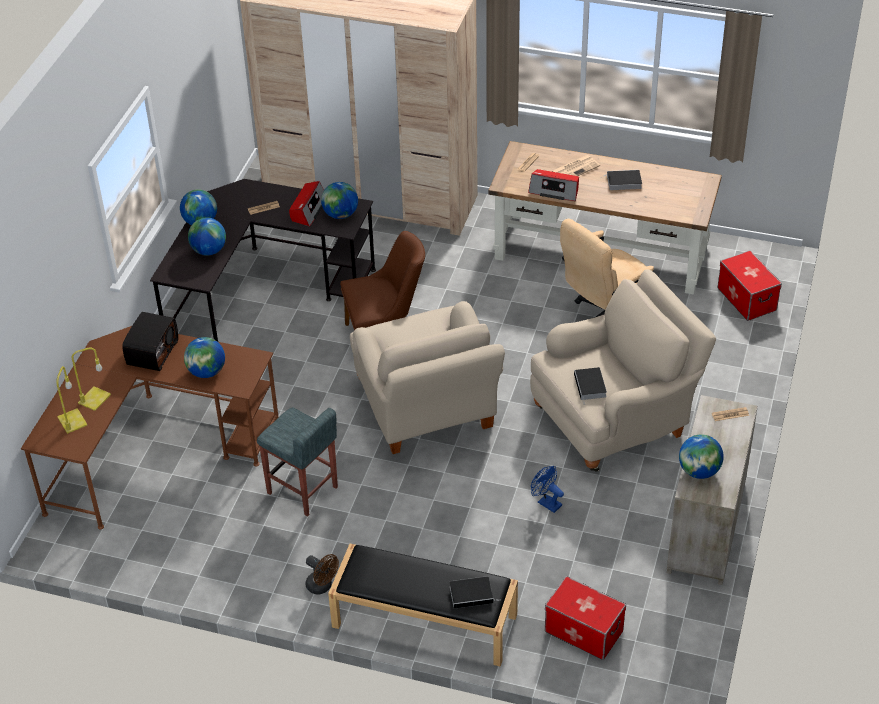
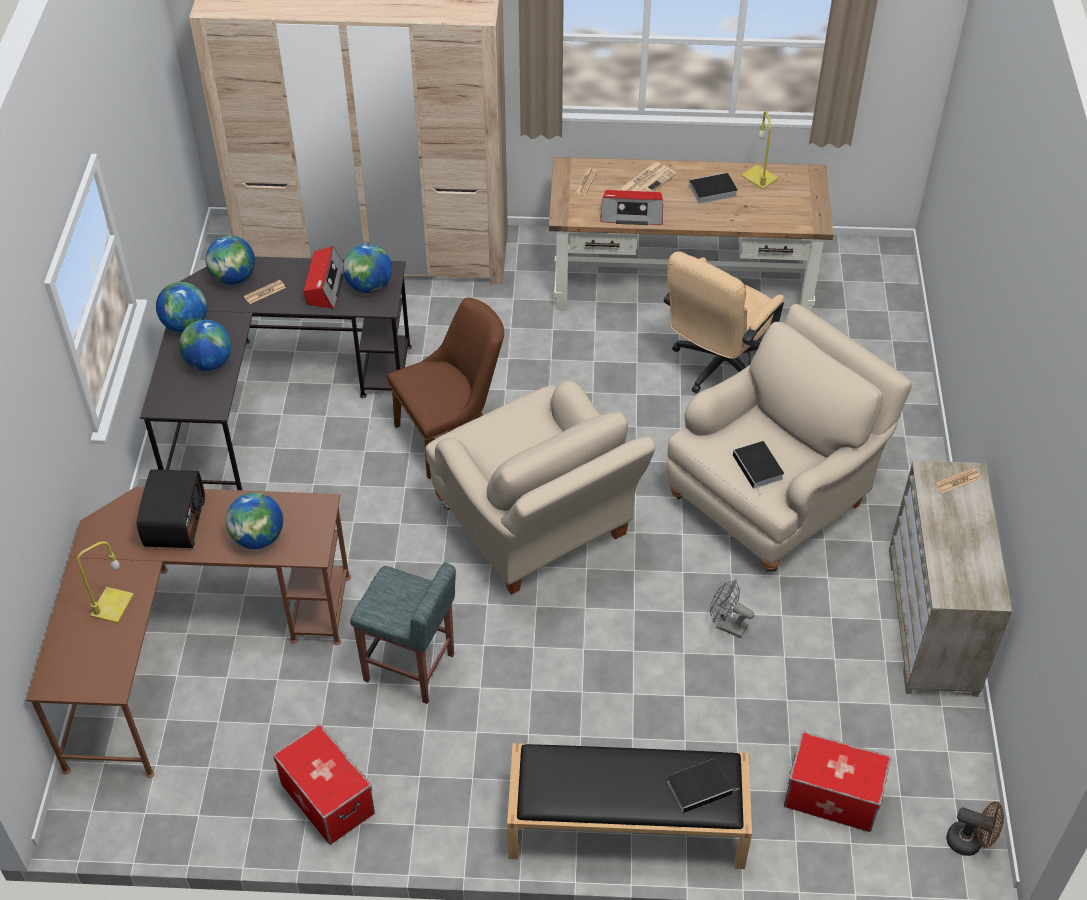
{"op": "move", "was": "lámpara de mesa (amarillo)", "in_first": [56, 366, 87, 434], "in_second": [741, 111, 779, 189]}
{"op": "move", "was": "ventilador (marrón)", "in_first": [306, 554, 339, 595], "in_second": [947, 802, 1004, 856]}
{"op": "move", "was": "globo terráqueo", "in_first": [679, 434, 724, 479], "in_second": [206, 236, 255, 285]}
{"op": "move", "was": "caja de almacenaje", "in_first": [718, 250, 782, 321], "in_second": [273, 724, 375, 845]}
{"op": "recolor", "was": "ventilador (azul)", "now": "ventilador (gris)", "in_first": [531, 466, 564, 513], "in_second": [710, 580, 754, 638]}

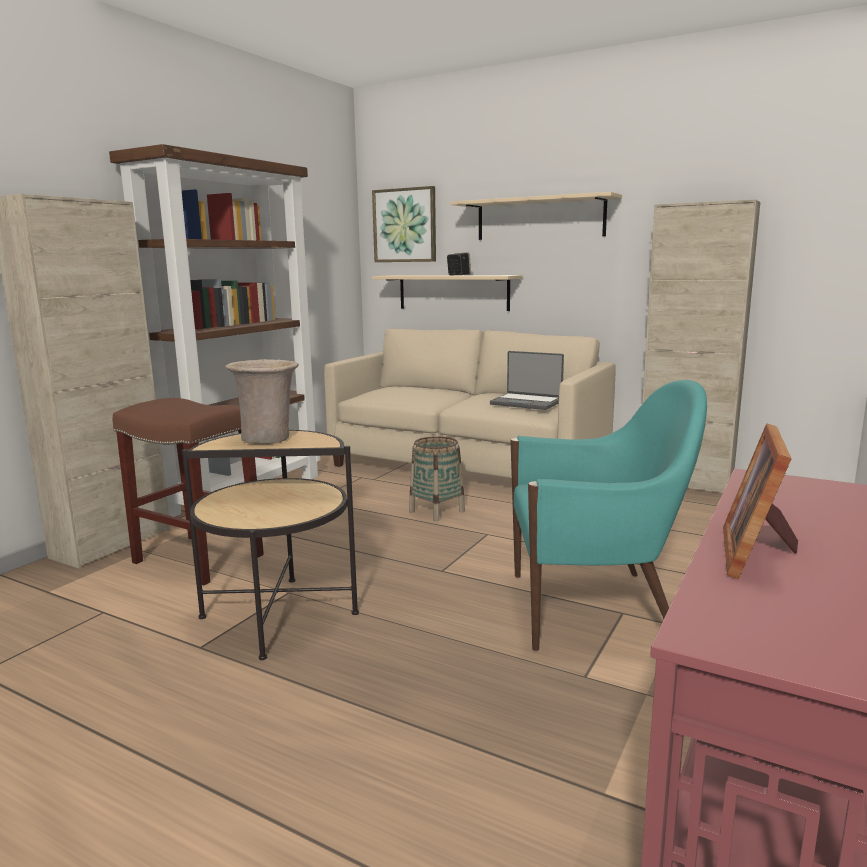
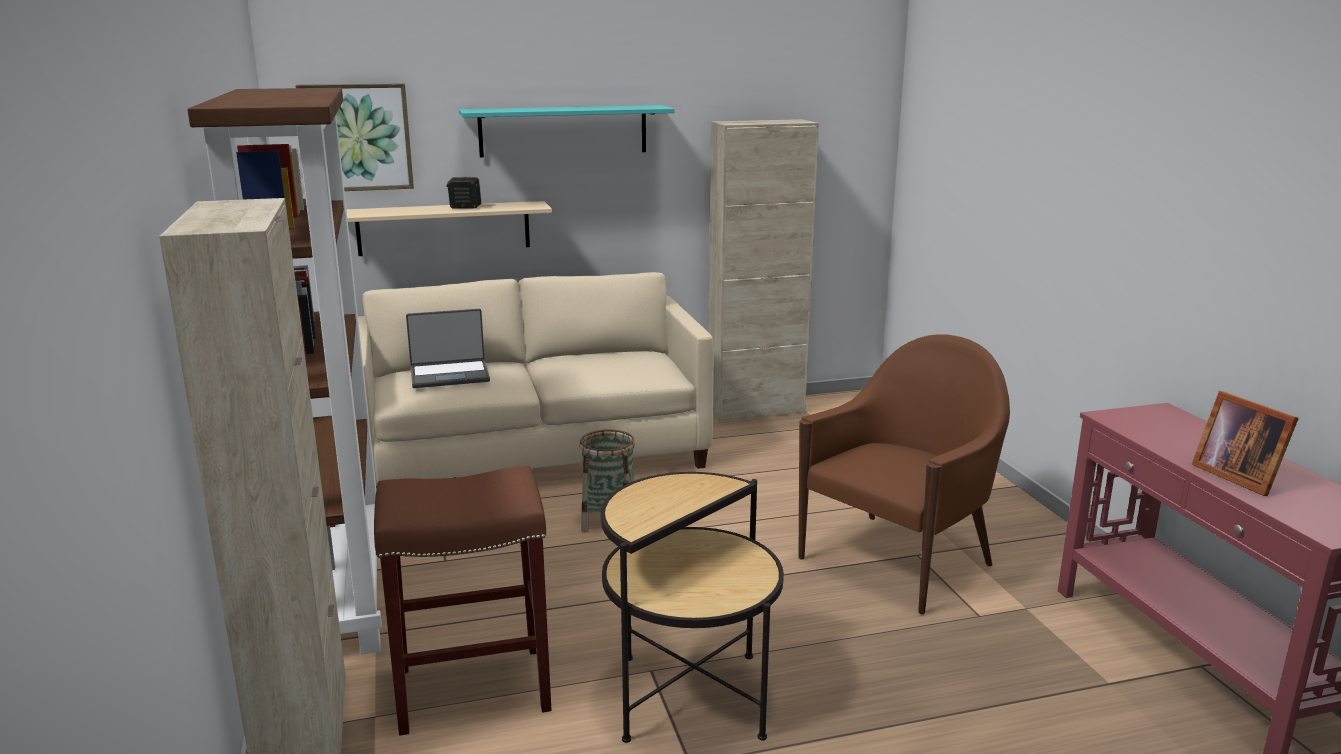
{"op": "delete", "was": "florero (beis)", "in_first": [225, 359, 299, 444]}
{"op": "move", "was": "portátil", "in_first": [490, 351, 564, 410], "in_second": [406, 309, 490, 388]}
{"op": "recolor", "was": "estante (beis)", "now": "estante (turquesa)", "in_first": [450, 192, 622, 240], "in_second": [459, 105, 674, 158]}
{"op": "recolor", "was": "sillón (turquesa)", "now": "sillón (marrón)", "in_first": [510, 380, 707, 651], "in_second": [798, 334, 1010, 615]}

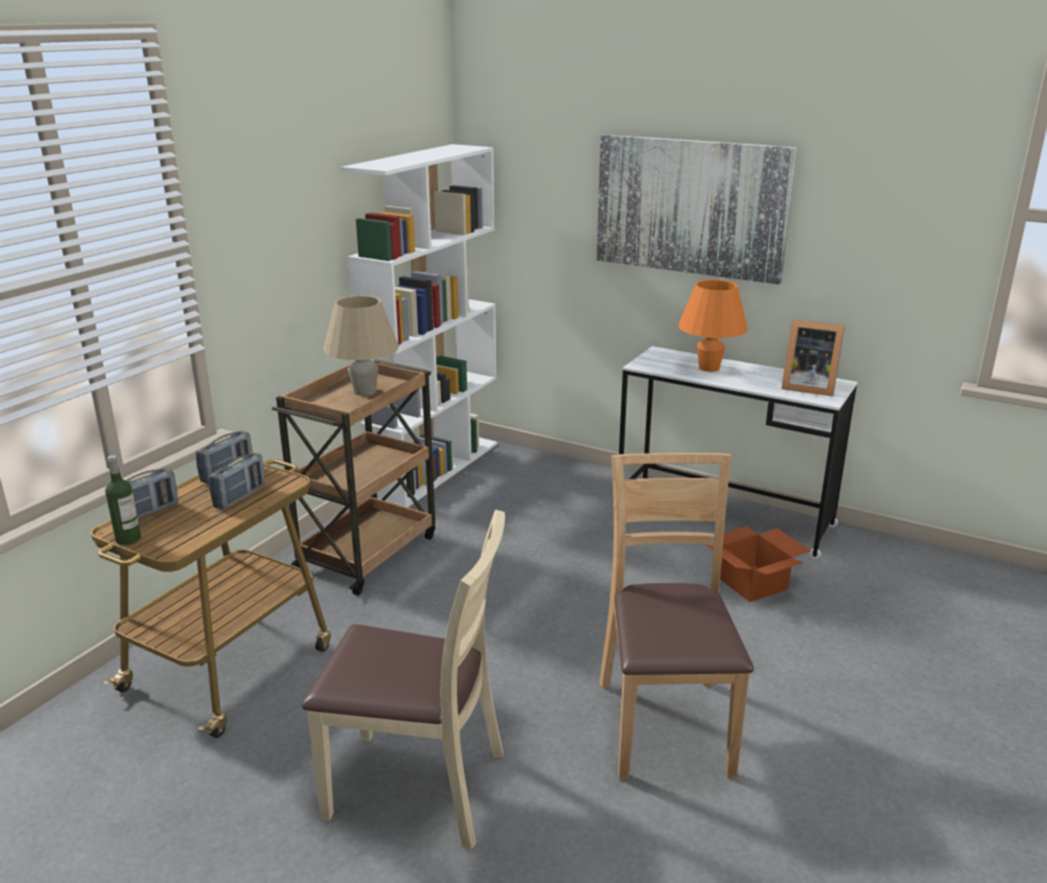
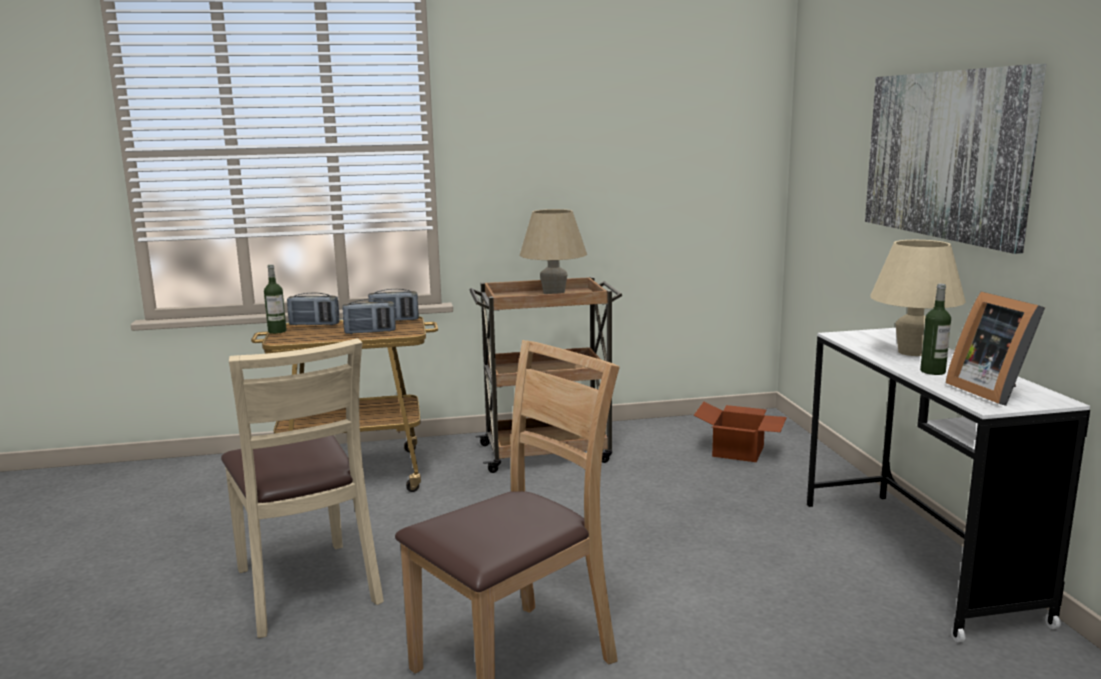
{"op": "delete", "was": "estantería (blanco)", "in_first": [340, 144, 497, 507]}
{"op": "insert", "now": "botella", "in_second": [920, 284, 951, 375]}
{"op": "move", "was": "caja de cartón", "in_first": [706, 526, 811, 602], "in_second": [694, 402, 787, 462]}
{"op": "recolor", "was": "lámpara de mesa (naranja)", "now": "lámpara de mesa (beis)", "in_first": [678, 279, 748, 372], "in_second": [870, 240, 966, 356]}

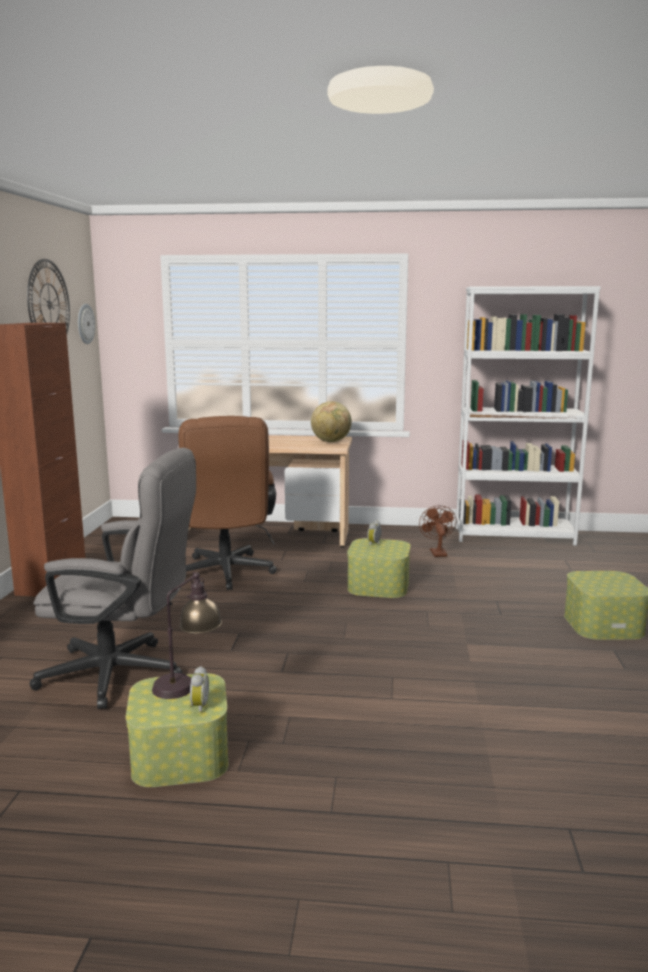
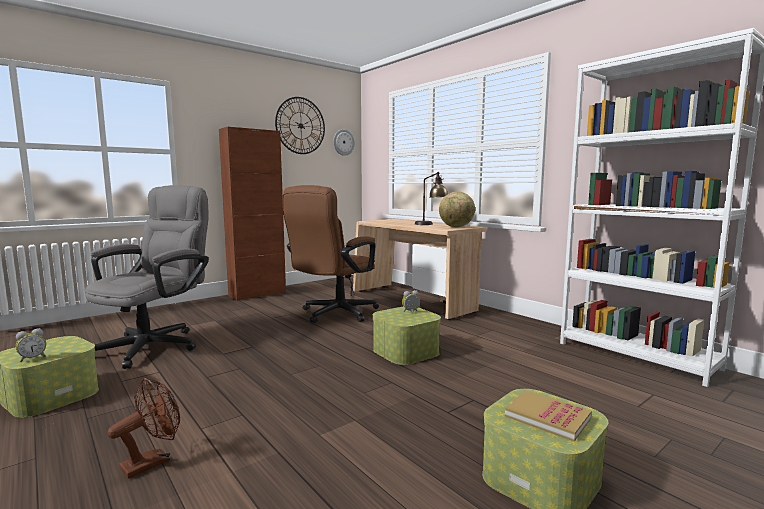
{"op": "insert", "now": "libro", "in_second": [505, 390, 592, 442]}
{"op": "move", "was": "lámpara de mesa", "in_first": [152, 571, 222, 699], "in_second": [415, 172, 448, 225]}
{"op": "move", "was": "ventilador (marrón)", "in_first": [419, 506, 456, 557], "in_second": [107, 378, 180, 479]}
{"op": "rotate", "was": "silla de oficina (gris)", "in_first": [30, 448, 196, 709], "in_second": [85, 185, 209, 369], "clockwise": -120}

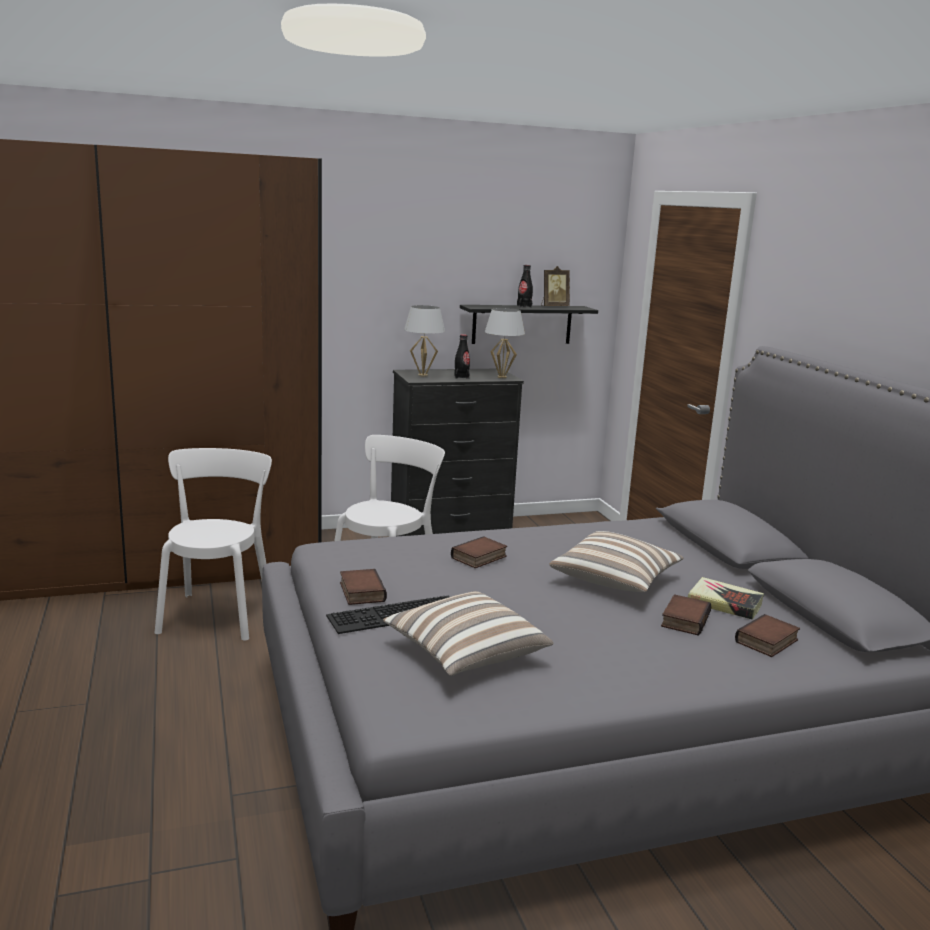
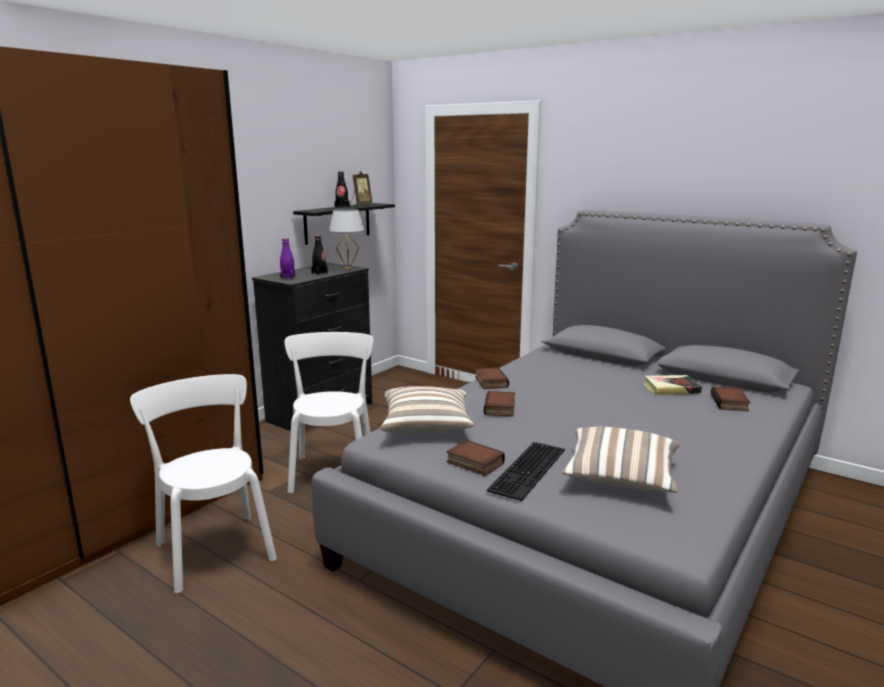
{"op": "move", "was": "cojín", "in_first": [549, 531, 684, 592], "in_second": [380, 386, 474, 434]}
{"op": "move", "was": "libro", "in_first": [661, 594, 711, 636], "in_second": [475, 367, 509, 389]}
{"op": "replace", "was": "lámpara de mesa (blanco)", "now": "botella (morado)", "in_first": [404, 305, 445, 377], "in_second": [280, 238, 296, 279]}

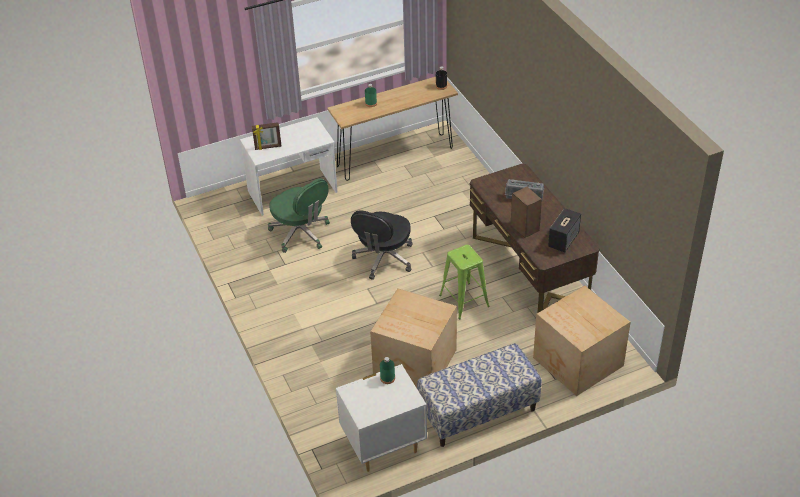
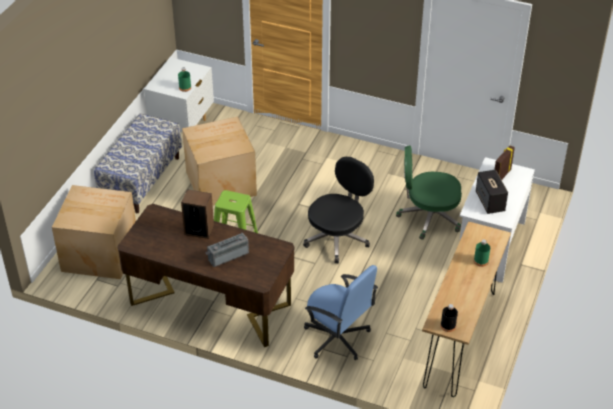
{"op": "insert", "now": "silla de oficina (azul)", "in_second": [304, 265, 378, 360]}
{"op": "move", "was": "altavoz", "in_first": [548, 208, 581, 252], "in_second": [476, 170, 508, 214]}
{"op": "rotate", "was": "silla de oficina (negro)", "in_first": [351, 211, 413, 280], "in_second": [303, 157, 374, 264], "clockwise": 60}

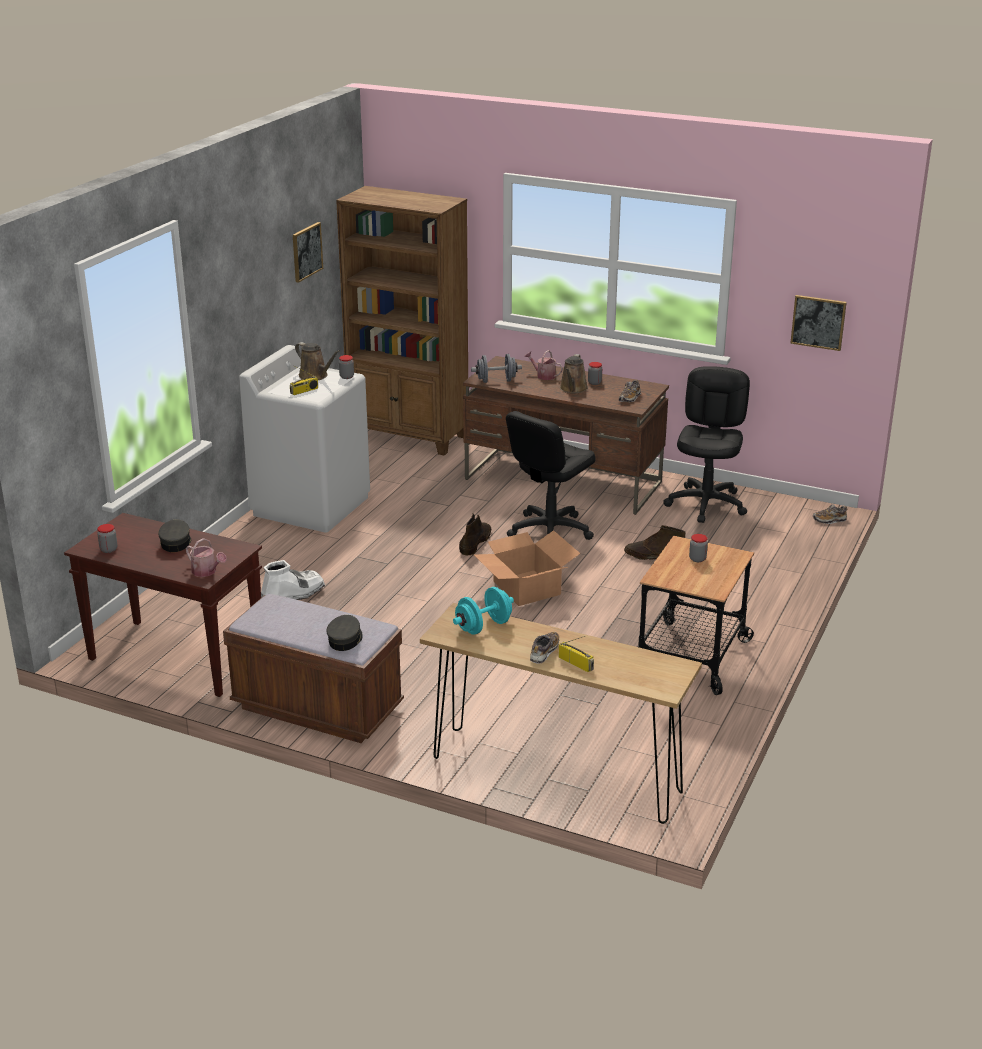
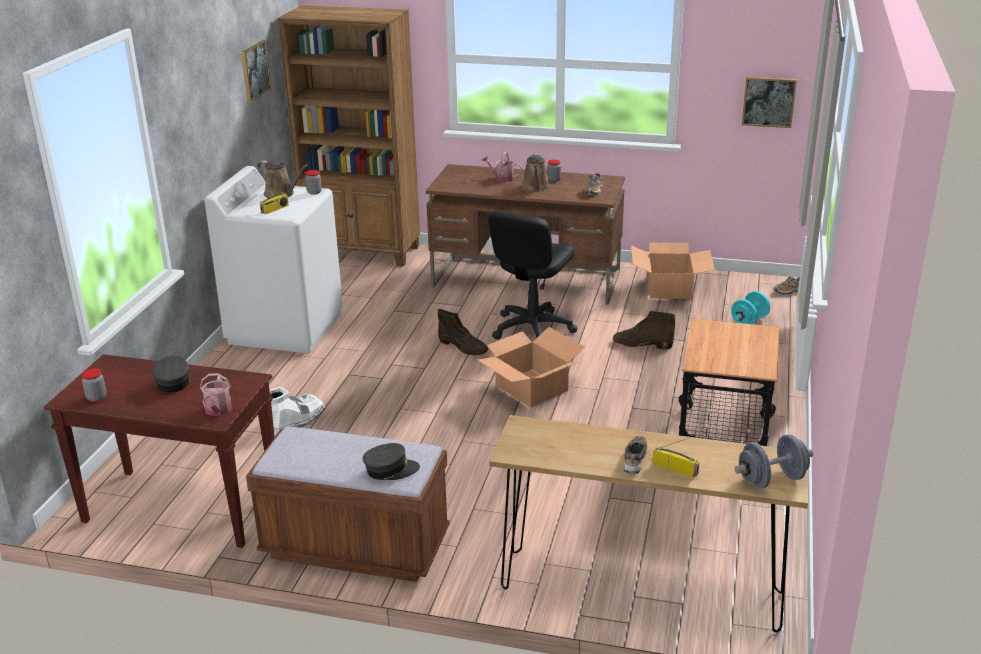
{"op": "delete", "was": "tarro", "in_first": [689, 534, 708, 562]}
{"op": "move", "was": "mancuerna (turquesa)", "in_first": [453, 587, 514, 635], "in_second": [731, 291, 770, 324]}
{"op": "move", "was": "mancuerna (gris)", "in_first": [471, 354, 522, 383], "in_second": [735, 434, 813, 489]}
{"op": "replace", "was": "silla de oficina (negro)", "now": "caja de cartón", "in_first": [663, 366, 750, 523], "in_second": [631, 242, 715, 299]}
{"op": "rotate", "was": "regadera", "in_first": [186, 538, 227, 577], "in_second": [200, 373, 232, 416], "clockwise": 60}
{"op": "rotate", "was": "gorra (gris)", "in_first": [326, 615, 363, 651], "in_second": [363, 443, 420, 480], "clockwise": 75}
{"op": "rotate", "was": "bota (marrón)", "in_first": [459, 513, 491, 555], "in_second": [438, 309, 488, 355], "clockwise": 120}

